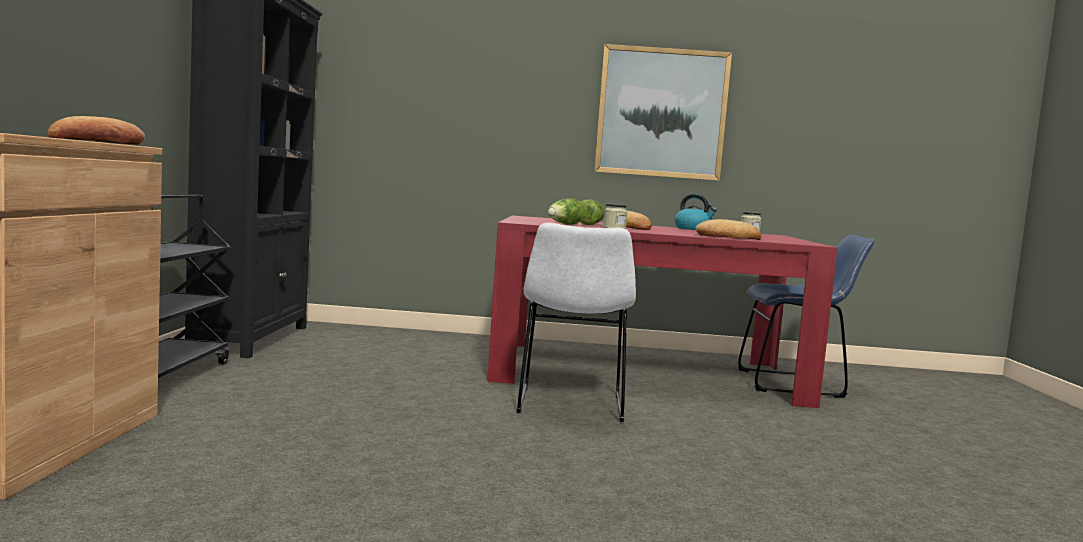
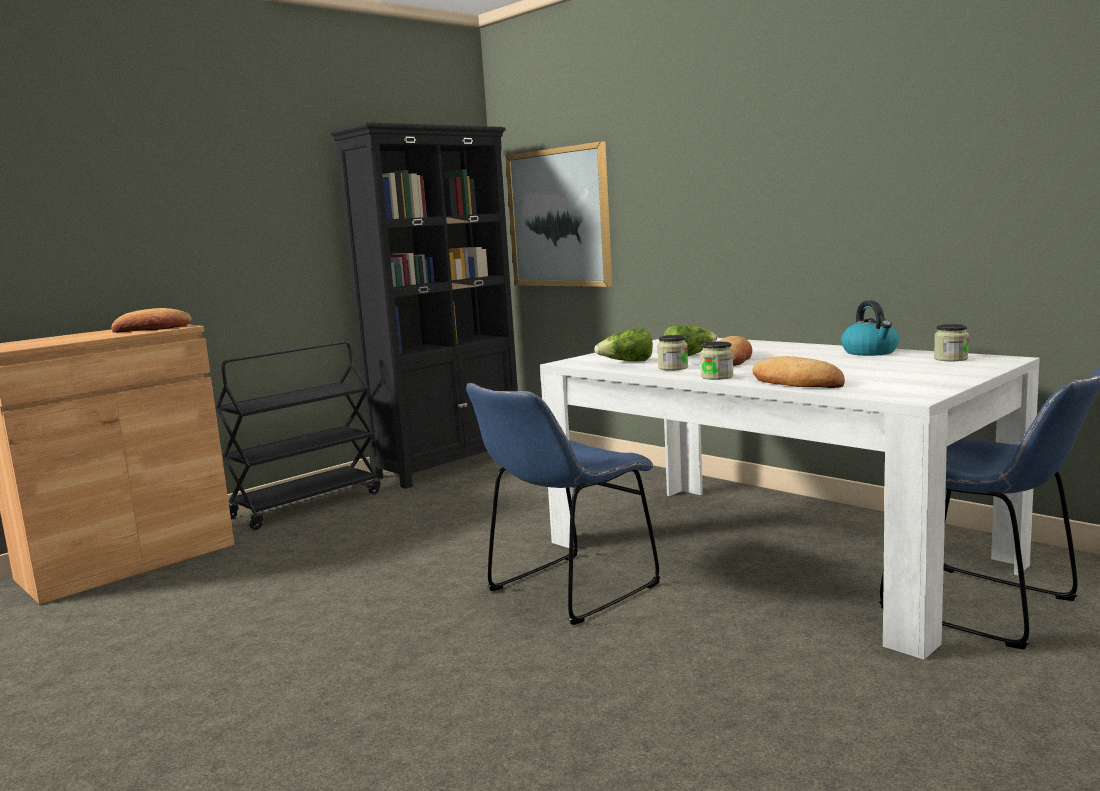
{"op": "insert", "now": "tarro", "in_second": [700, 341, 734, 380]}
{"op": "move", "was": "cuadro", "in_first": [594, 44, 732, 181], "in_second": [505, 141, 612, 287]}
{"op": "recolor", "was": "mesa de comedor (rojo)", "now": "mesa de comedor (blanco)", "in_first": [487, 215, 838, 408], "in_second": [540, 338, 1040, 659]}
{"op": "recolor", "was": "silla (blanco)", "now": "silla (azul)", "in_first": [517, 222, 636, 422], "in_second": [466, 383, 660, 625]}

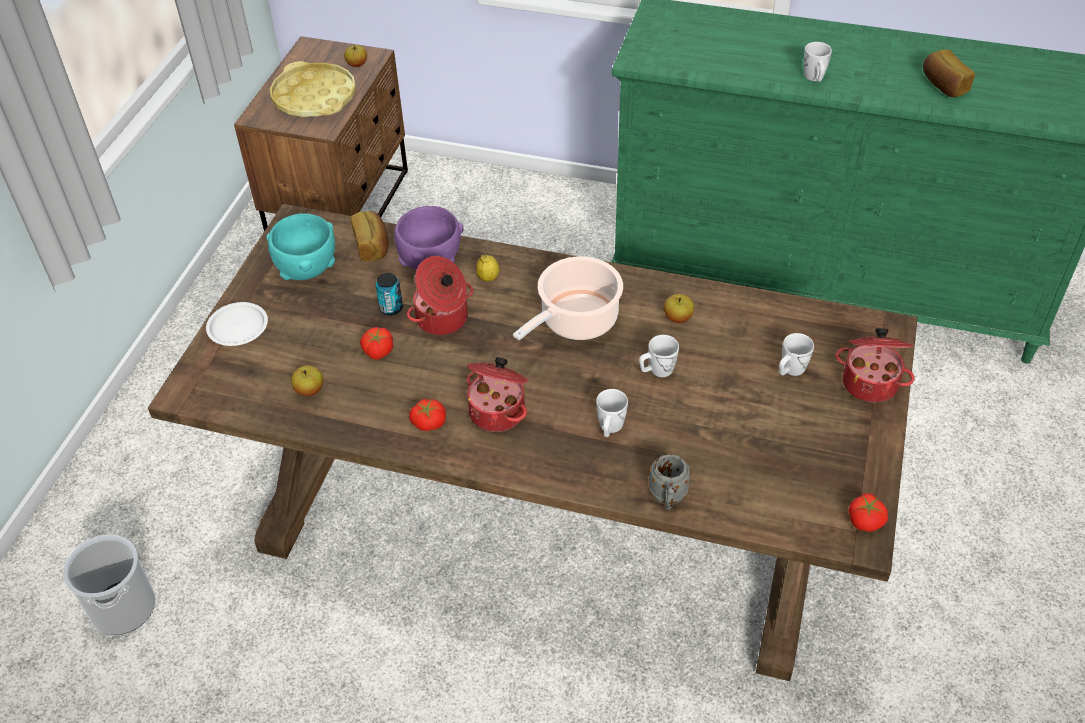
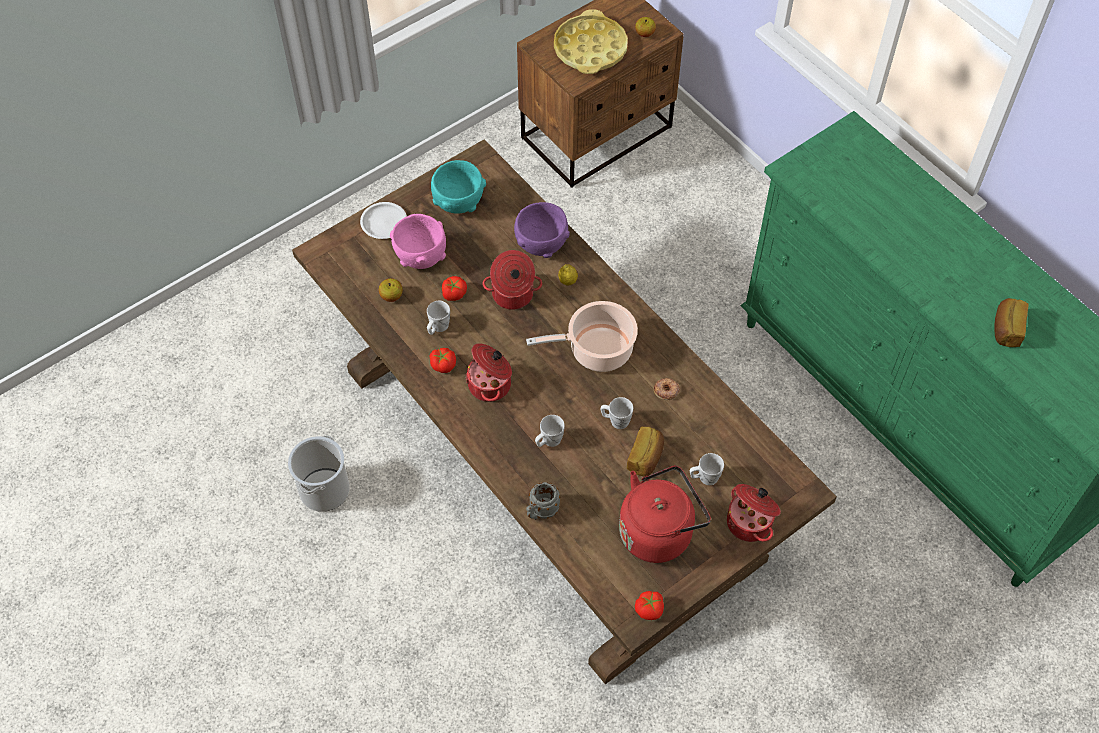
{"op": "delete", "was": "lata", "in_first": [376, 273, 403, 316]}
{"op": "insert", "now": "cuenco (rosa)", "in_second": [390, 214, 446, 269]}
{"op": "insert", "now": "hervidor (rojo)", "in_second": [619, 465, 711, 563]}
{"op": "move", "was": "cubo", "in_first": [63, 535, 156, 635], "in_second": [288, 435, 350, 512]}
{"op": "move", "was": "pan", "in_first": [351, 211, 389, 261], "in_second": [627, 426, 664, 477]}
{"op": "move", "was": "taza grande (blanco)", "in_first": [804, 42, 832, 82], "in_second": [427, 301, 450, 335]}
{"op": "replace", "was": "manzana", "now": "rosquilla", "in_first": [664, 294, 694, 323], "in_second": [654, 378, 680, 400]}

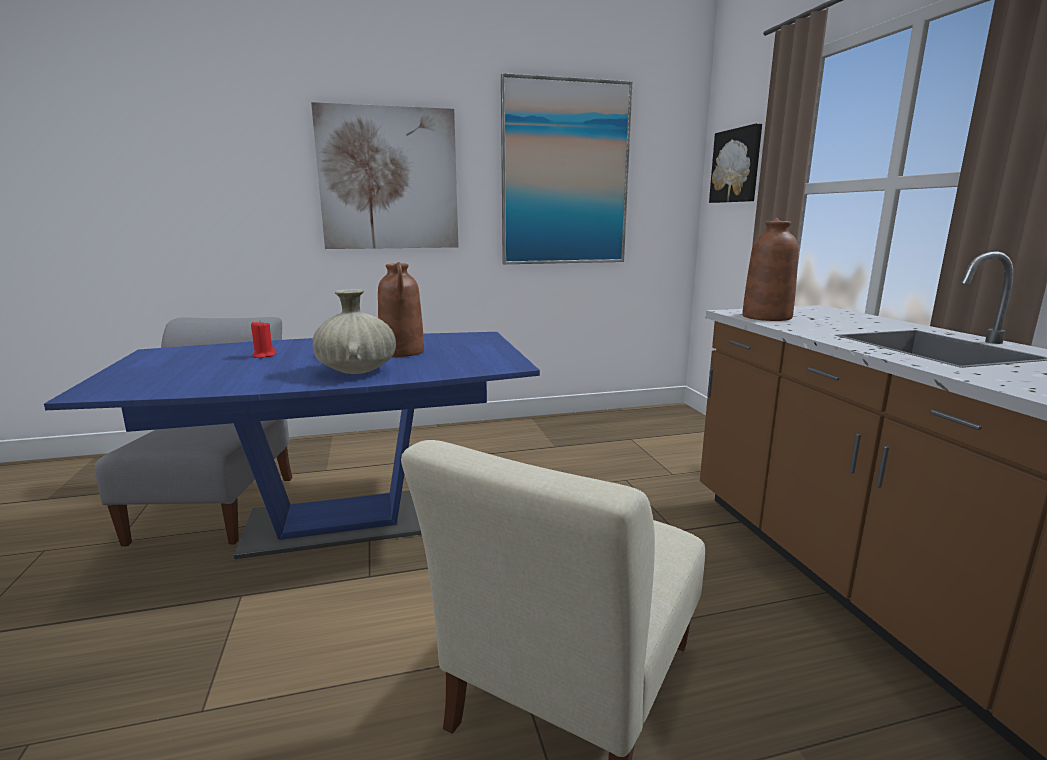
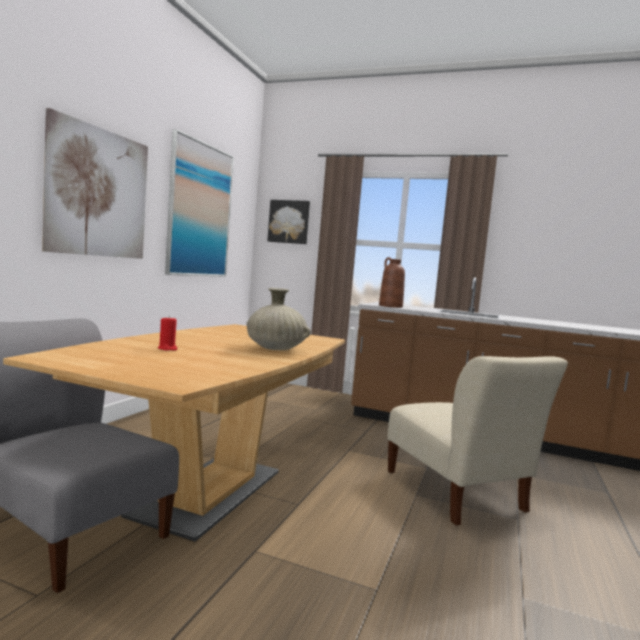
{"op": "delete", "was": "florero (marrón)", "in_first": [378, 262, 424, 357]}
{"op": "recolor", "was": "mesa de comedor (azul)", "now": "mesa de comedor (marrón)", "in_first": [44, 332, 540, 559], "in_second": [3, 324, 345, 542]}

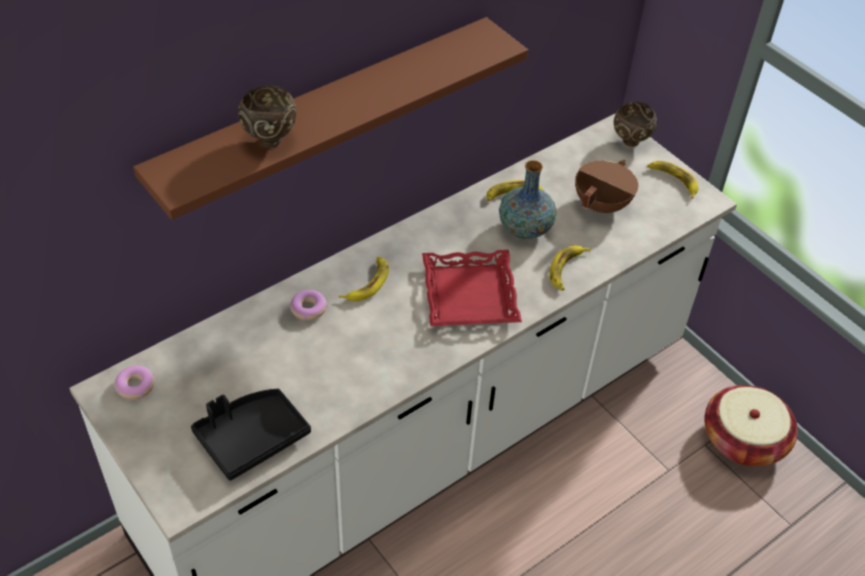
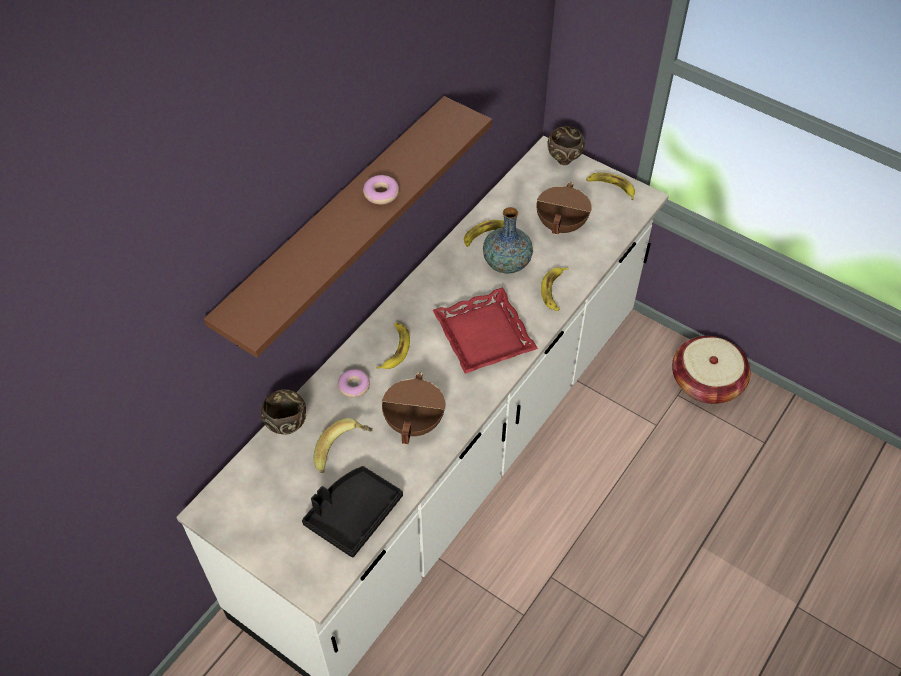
{"op": "insert", "now": "plátano", "in_second": [313, 418, 373, 473]}
{"op": "insert", "now": "olla (marrón)", "in_second": [382, 372, 445, 445]}
{"op": "move", "was": "rosquilla", "in_first": [115, 366, 155, 400], "in_second": [363, 175, 399, 205]}
{"op": "move", "was": "cuenco (marrón)", "in_first": [238, 85, 297, 148], "in_second": [261, 389, 306, 434]}

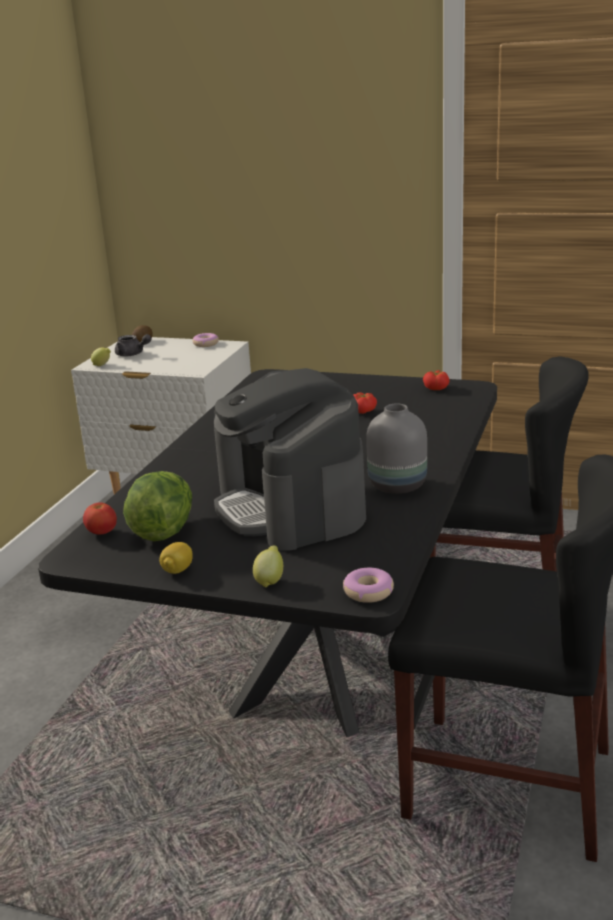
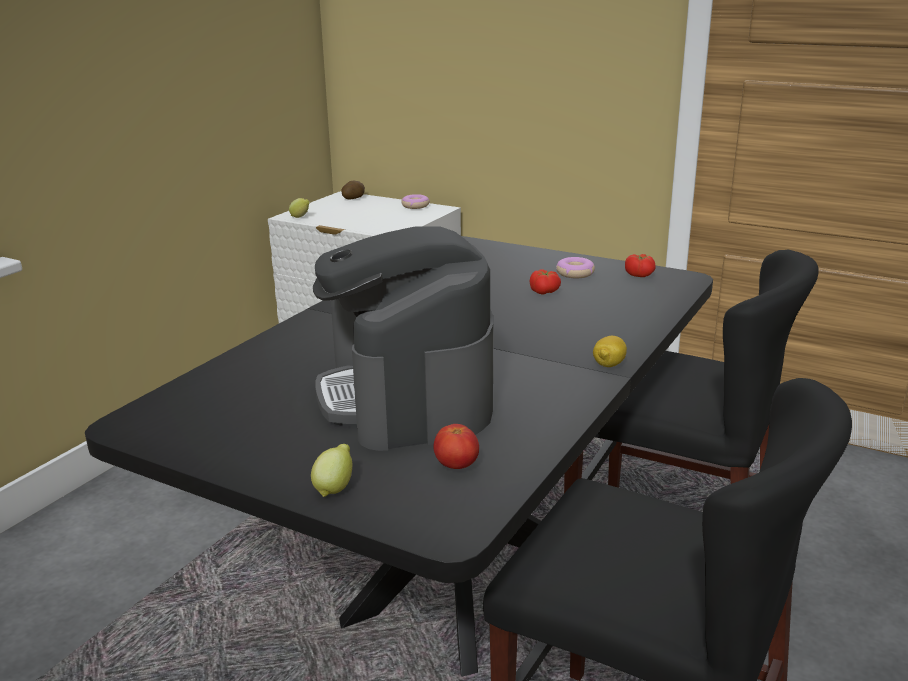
{"op": "delete", "was": "tetera (gris)", "in_first": [115, 334, 152, 356]}
{"op": "delete", "was": "lechuga", "in_first": [123, 471, 192, 541]}
{"op": "delete", "was": "florero (gris)", "in_first": [366, 404, 427, 494]}
{"op": "move", "was": "tomate", "in_first": [83, 502, 117, 534], "in_second": [433, 424, 479, 469]}
{"op": "move", "was": "limón", "in_first": [159, 542, 193, 574], "in_second": [593, 336, 627, 367]}
{"op": "move", "was": "rosquilla", "in_first": [343, 568, 394, 603], "in_second": [556, 257, 595, 278]}

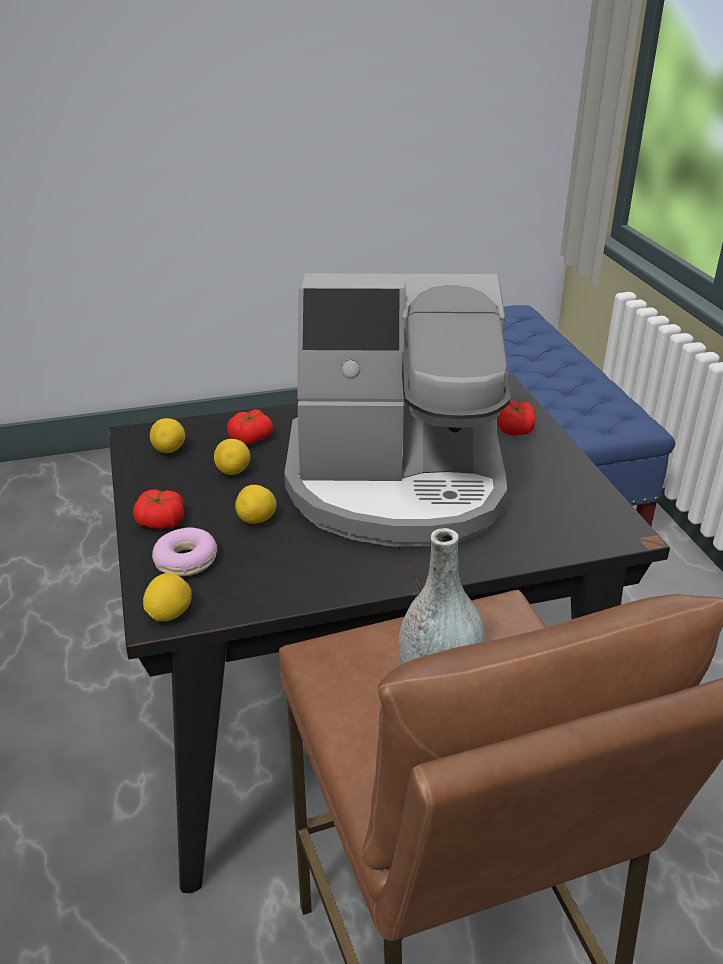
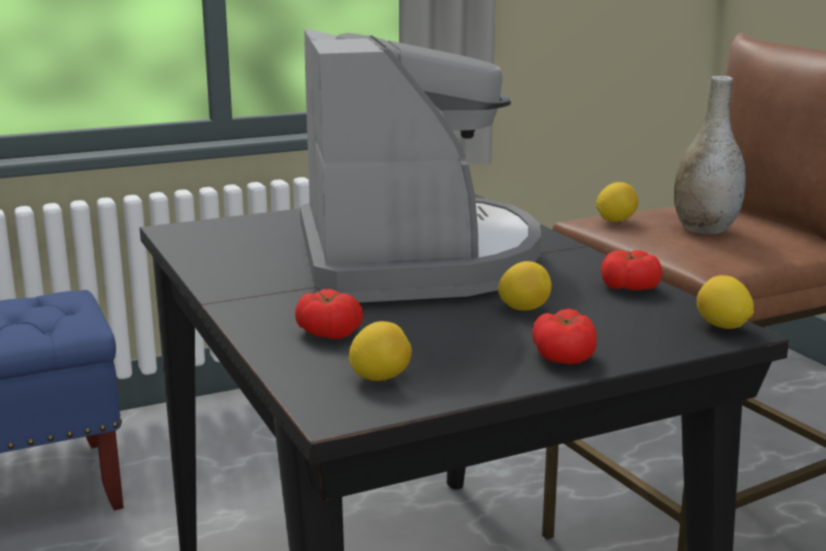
{"op": "delete", "was": "rosquilla", "in_first": [152, 527, 217, 576]}
{"op": "move", "was": "limón", "in_first": [214, 439, 250, 475], "in_second": [596, 182, 639, 222]}
{"op": "move", "was": "tomate", "in_first": [497, 400, 536, 436], "in_second": [601, 250, 662, 291]}

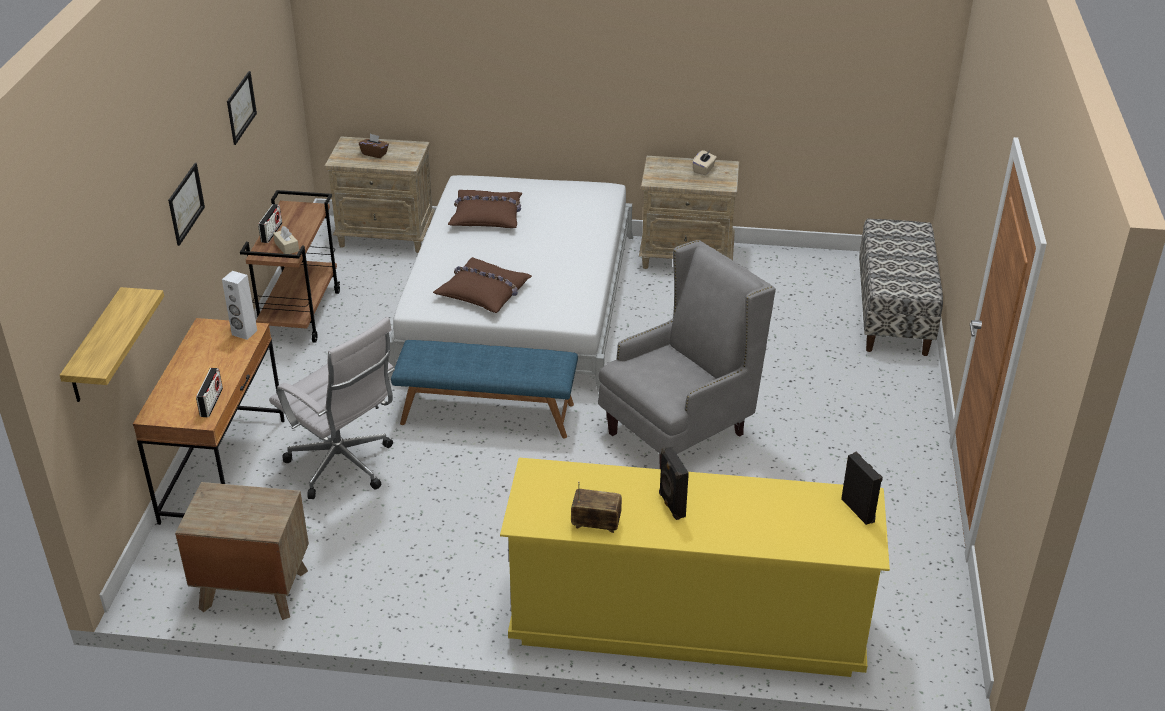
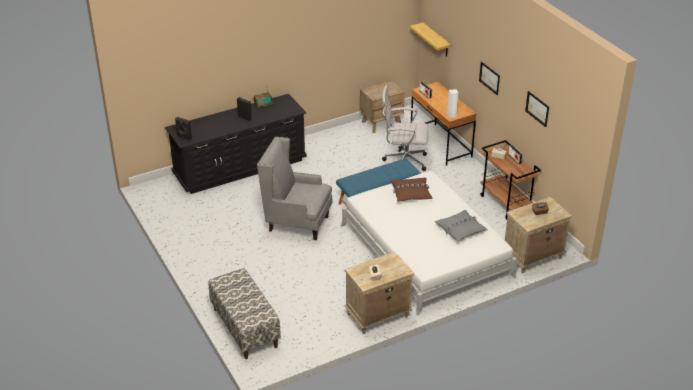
{"op": "recolor", "was": "cojín (marrón)", "now": "cojín (gris)", "in_first": [448, 190, 522, 228], "in_second": [435, 210, 488, 242]}
{"op": "recolor", "was": "cómoda (amarillo)", "now": "cómoda (negro)", "in_first": [500, 458, 890, 677], "in_second": [165, 94, 307, 194]}
{"op": "rotate", "was": "sillón (gris)", "in_first": [598, 240, 776, 469], "in_second": [257, 137, 333, 240], "clockwise": 90}

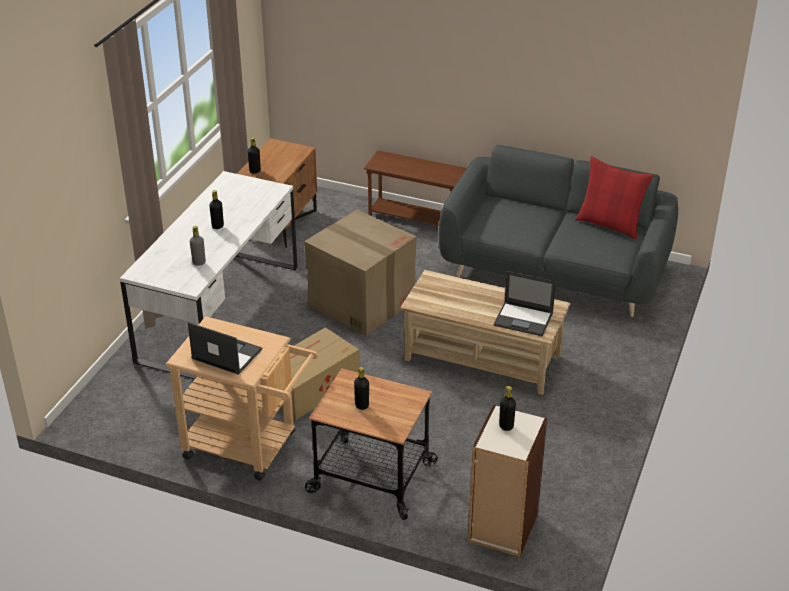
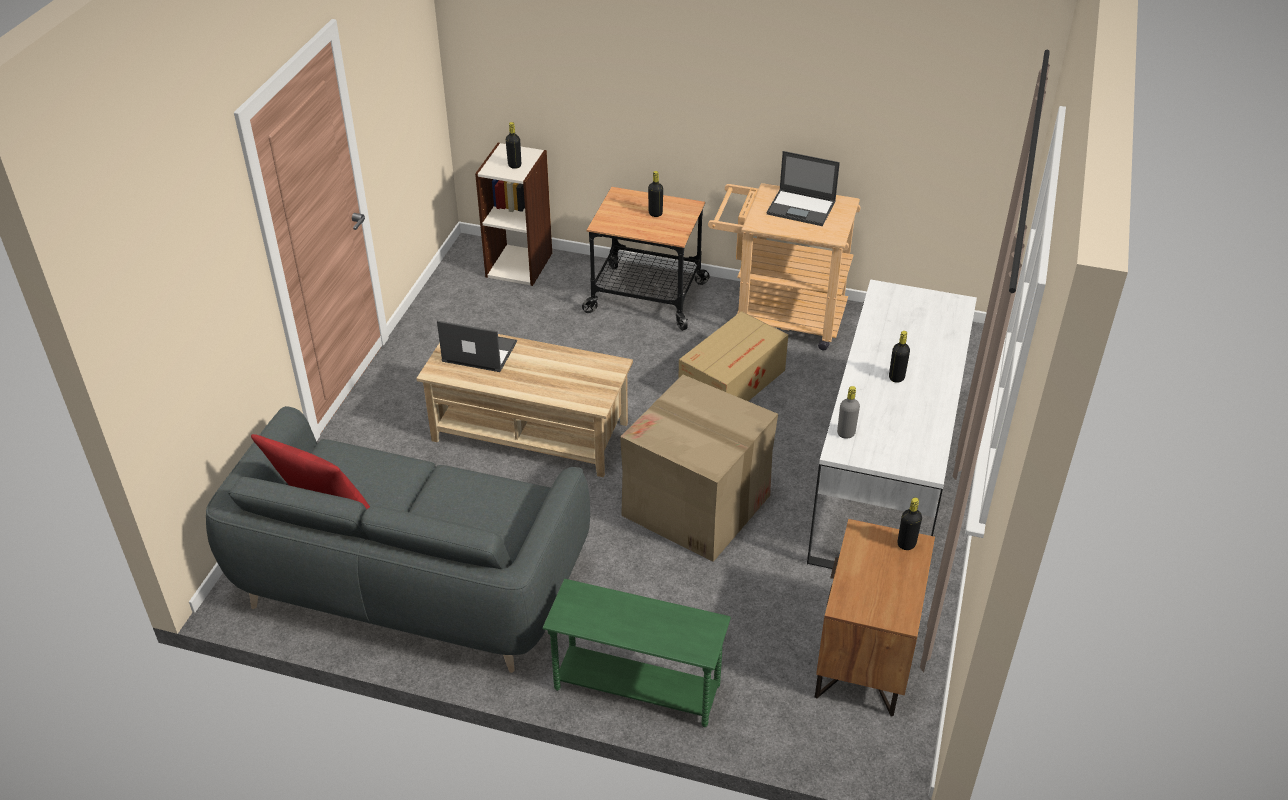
{"op": "move", "was": "botella (gris)", "in_first": [190, 226, 206, 266], "in_second": [837, 386, 860, 439]}
{"op": "recolor", "was": "mesa auxiliar (marrón)", "now": "mesa auxiliar (verde)", "in_first": [364, 150, 467, 226], "in_second": [543, 579, 731, 727]}

